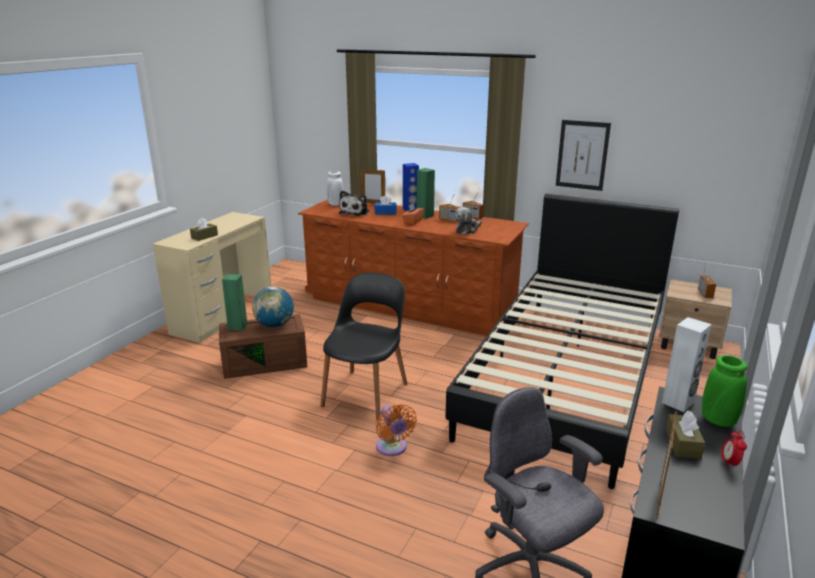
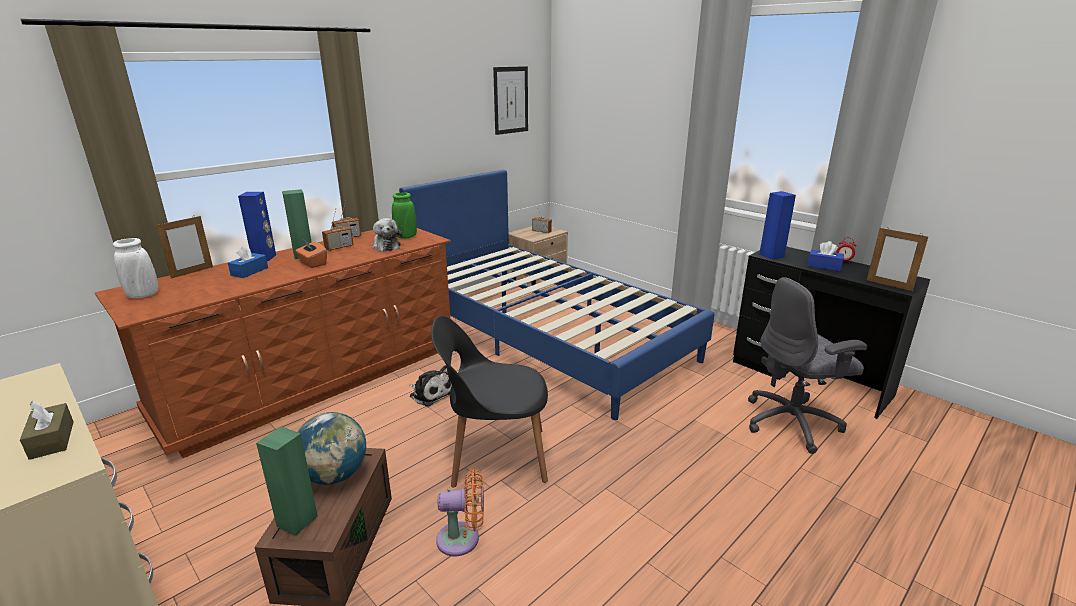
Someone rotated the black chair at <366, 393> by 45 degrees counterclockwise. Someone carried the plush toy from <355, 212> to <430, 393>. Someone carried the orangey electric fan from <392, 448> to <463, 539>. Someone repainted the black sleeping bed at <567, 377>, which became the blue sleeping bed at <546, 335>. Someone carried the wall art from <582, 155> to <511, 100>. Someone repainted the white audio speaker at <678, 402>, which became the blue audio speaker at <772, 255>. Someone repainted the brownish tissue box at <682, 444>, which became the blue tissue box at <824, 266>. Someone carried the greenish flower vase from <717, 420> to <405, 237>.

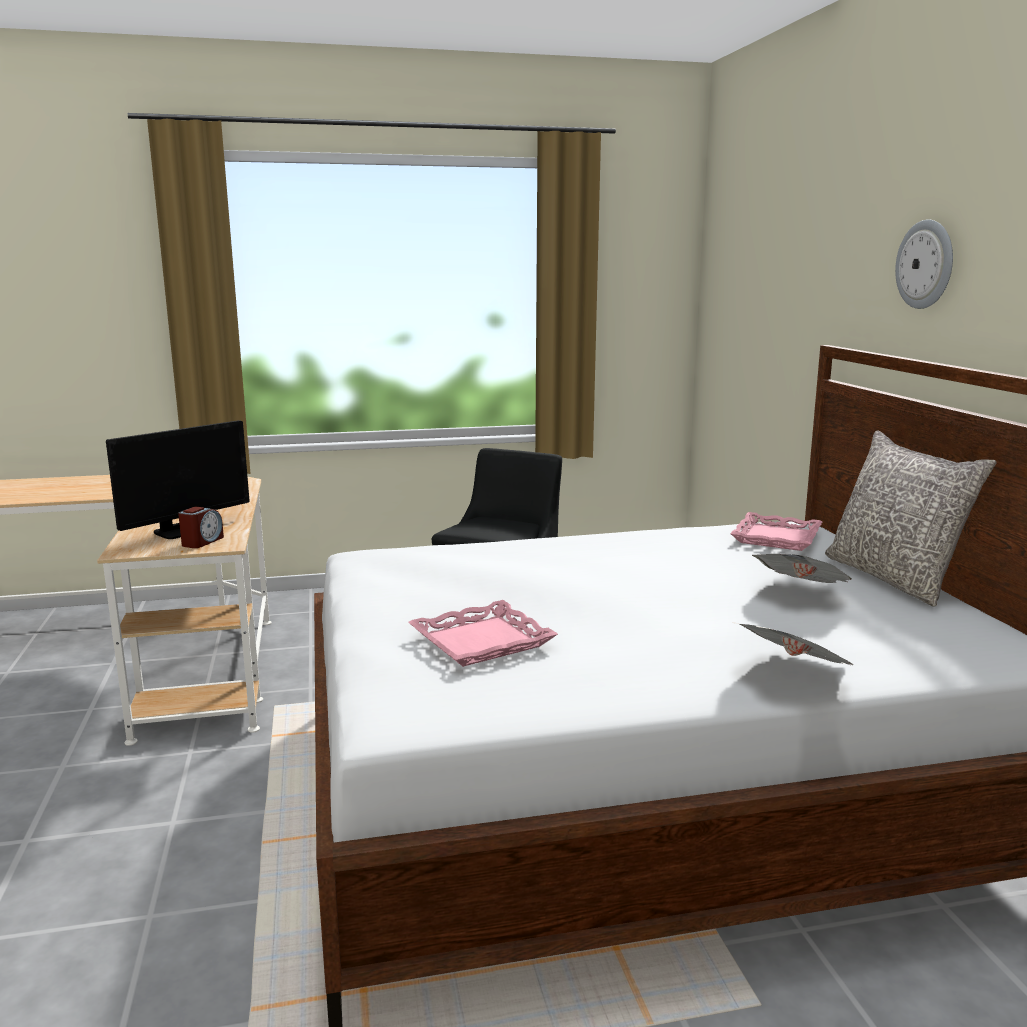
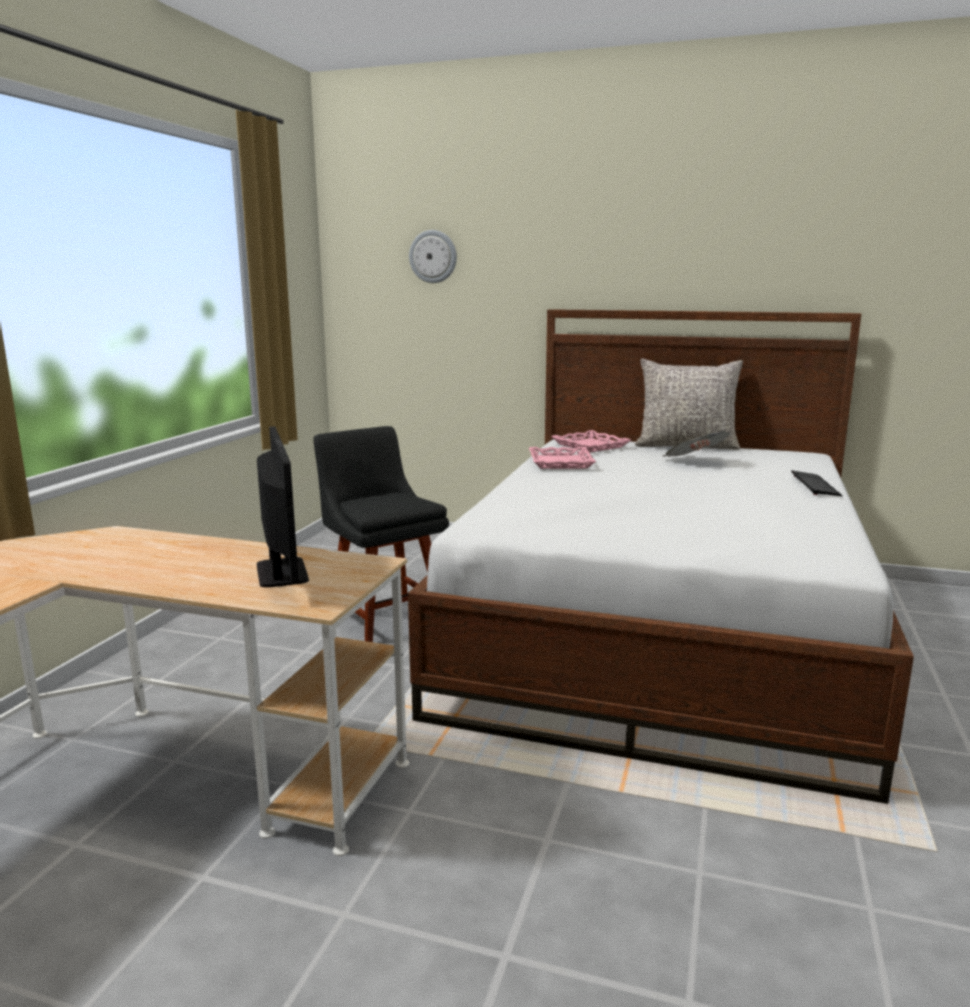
Someone took away the bedside clock at <202, 542>. Someone carried the pink serving tray from <481, 641> to <560, 463>. Someone swapped the newspaper at <794, 675> for the keyboard at <815, 485>. Someone carried the wall clock from <925, 264> to <433, 256>.

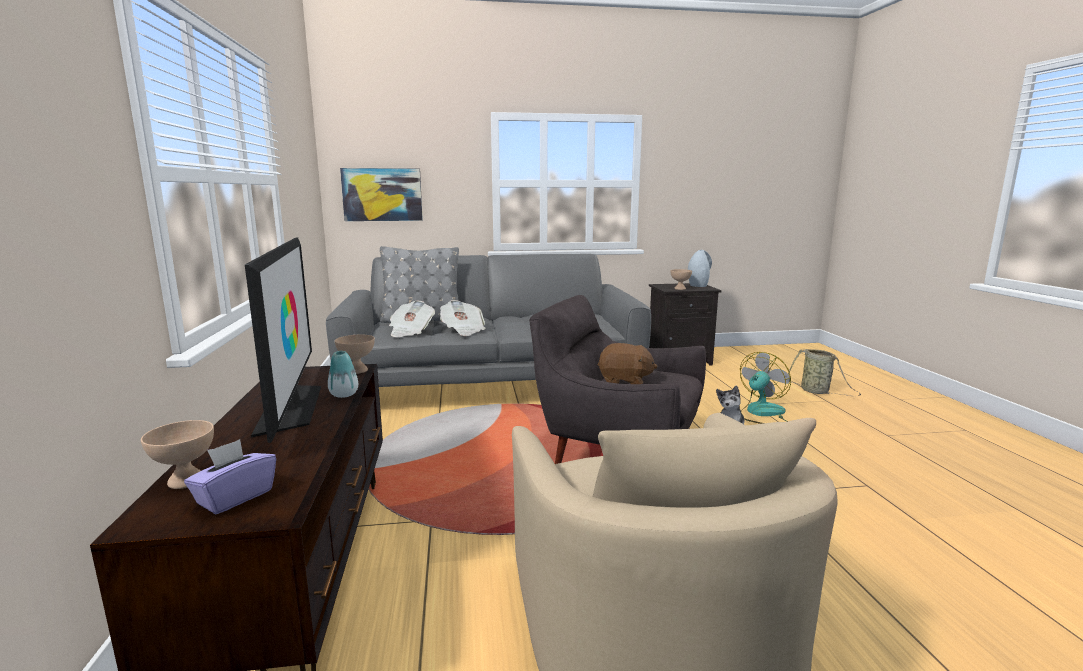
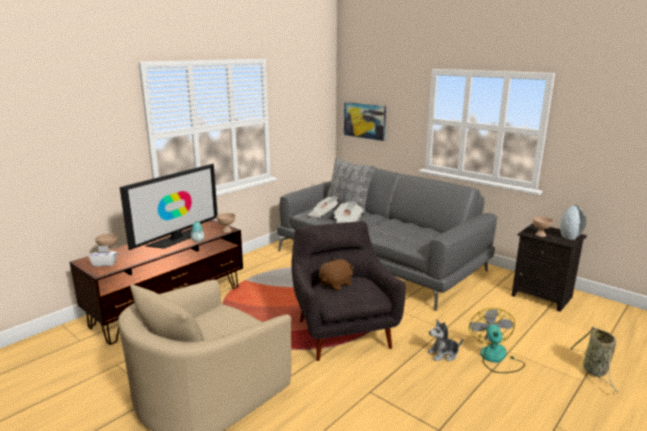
Someone repainted the purple-coloured tissue box at <235, 497>, which became the white tissue box at <105, 264>. Someone rotated the brownish plush toy at <625, 382> by 105 degrees counterclockwise. Someone rotated the electric fan at <761, 413> by 90 degrees counterclockwise.

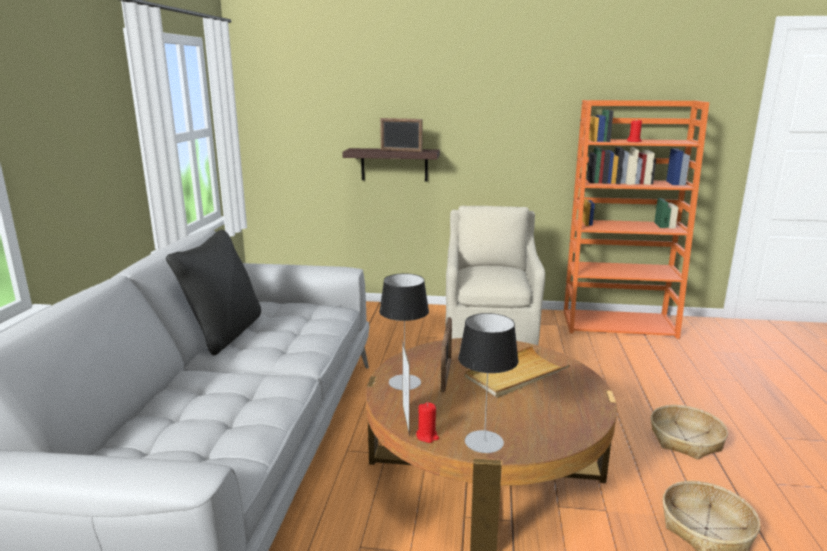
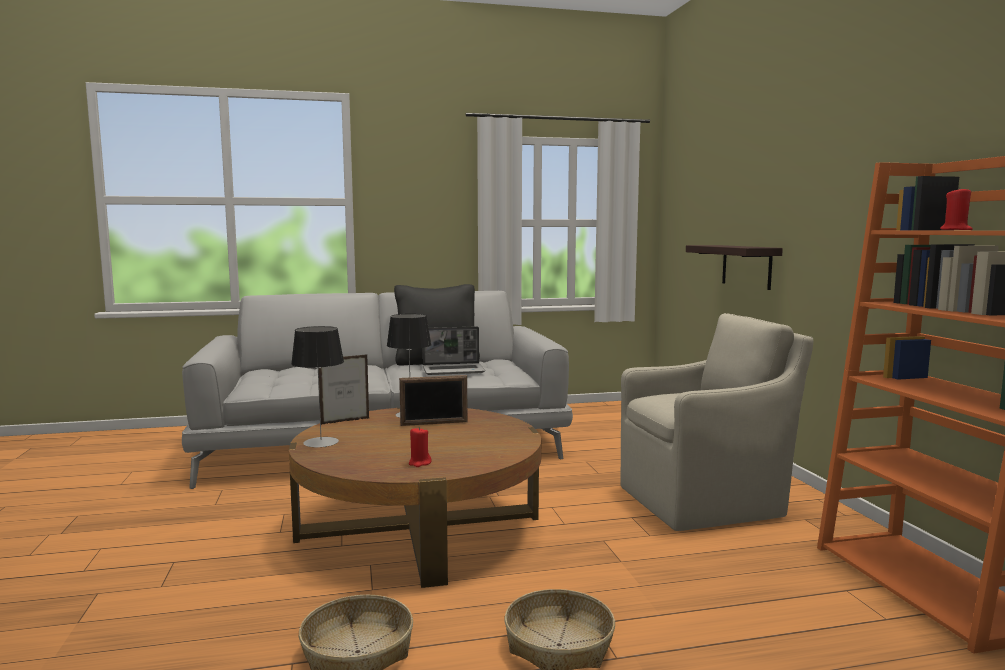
Someone took away the picture frame at <401, 151>. Someone carried the reddish wax candle from <427, 436> to <419, 463>. Someone took away the sand-coloured serving tray at <515, 375>. Someone put down the laptop at <454, 370>.

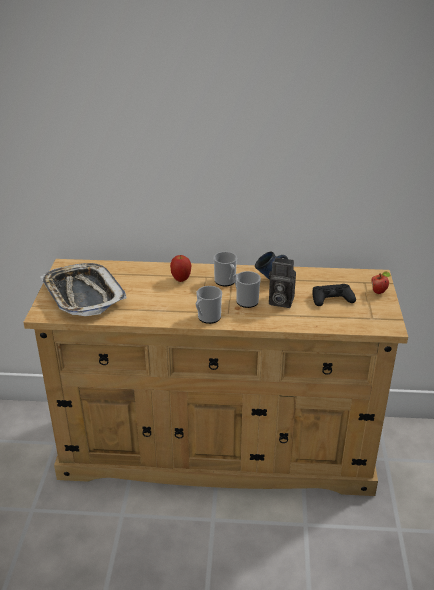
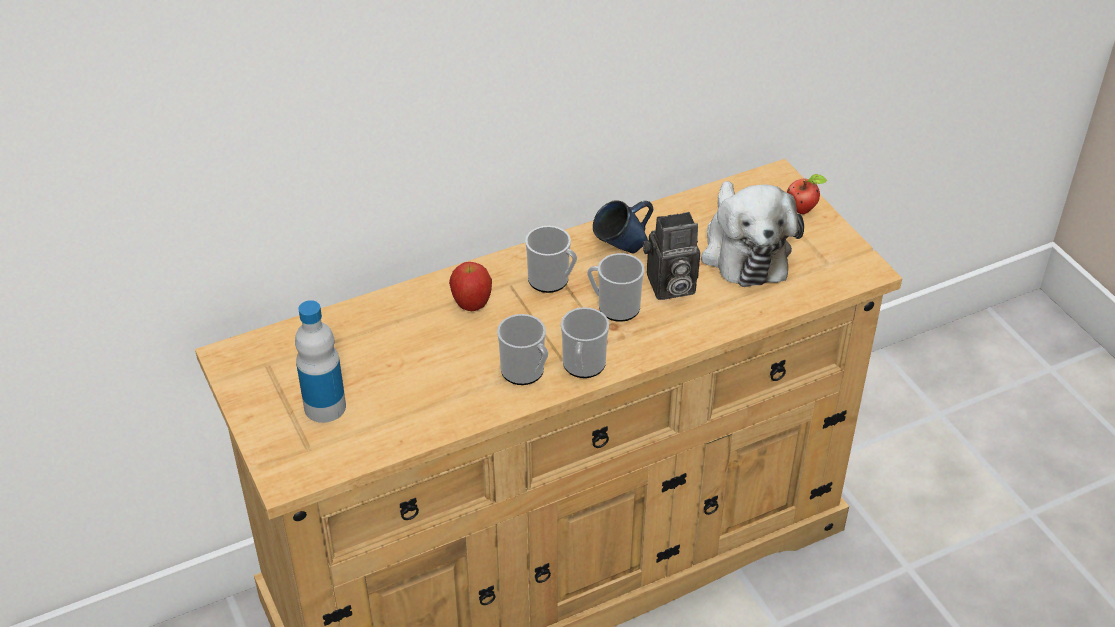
Someone swapped the serving tray at <83, 294> for the bottle at <325, 407>. Someone swapped the black gamepad at <332, 299> for the plush toy at <744, 250>. Someone put down the mug at <526, 372>.

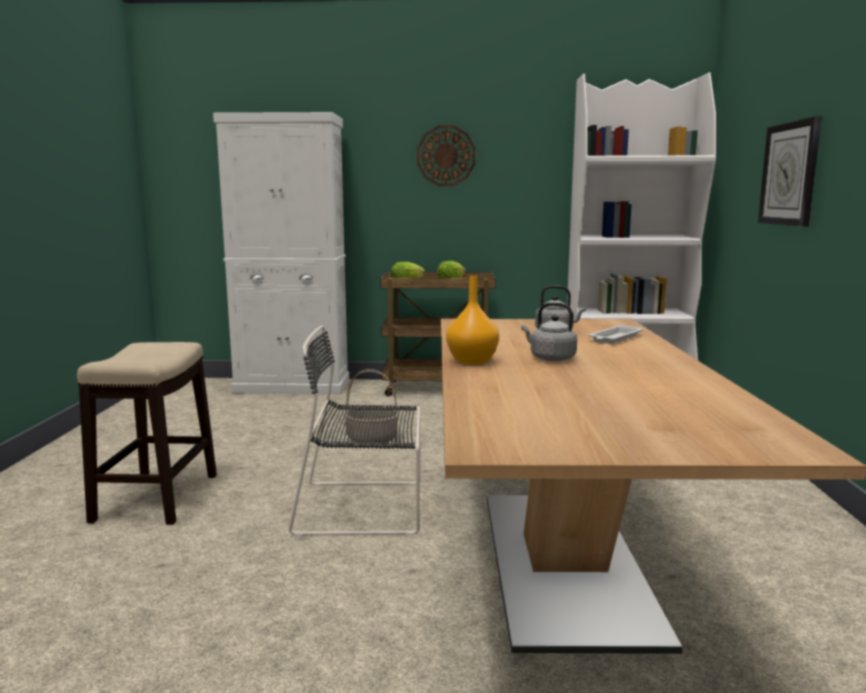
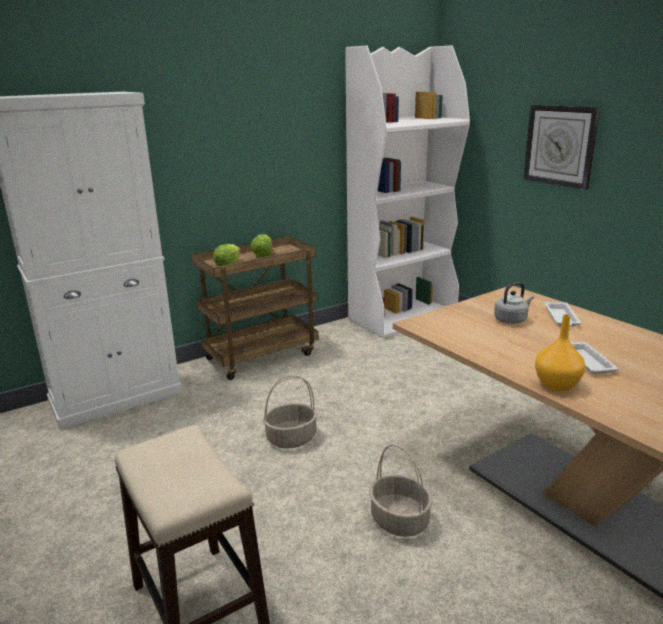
Someone swapped the black chair at <365, 507> for the household basket at <398, 520>. Someone took away the wall clock at <446, 156>. Someone swapped the gray water kettle at <550, 358> for the white serving tray at <587, 361>.

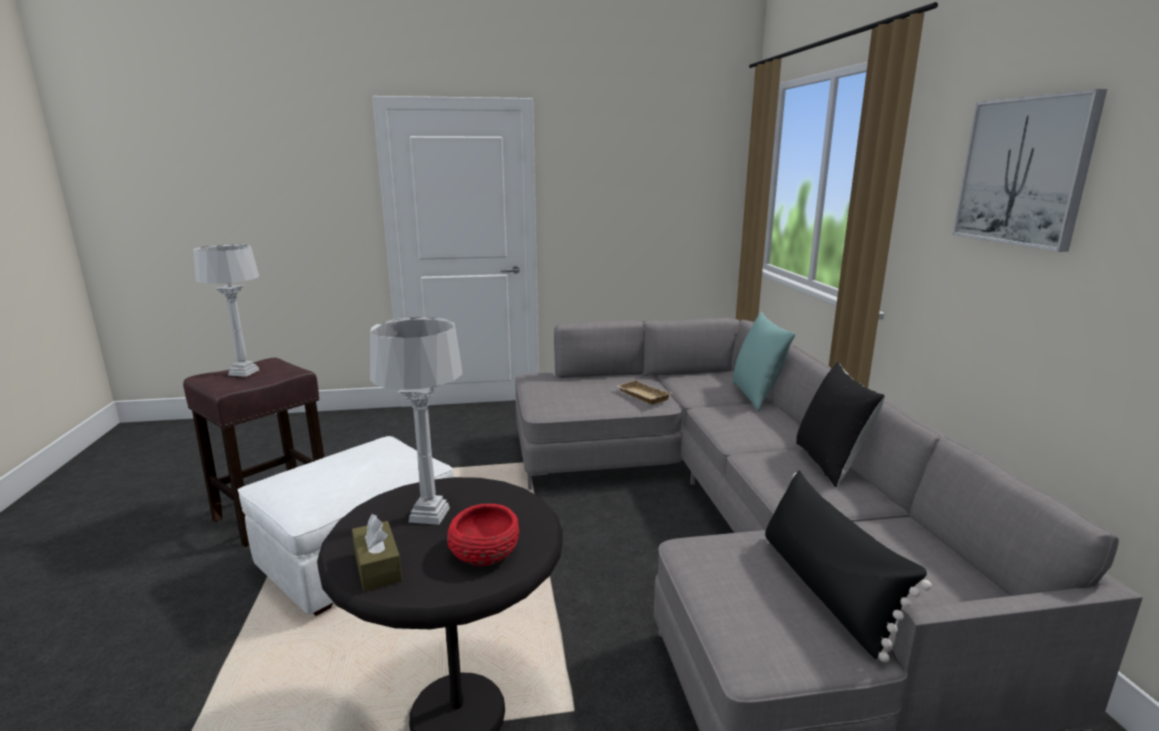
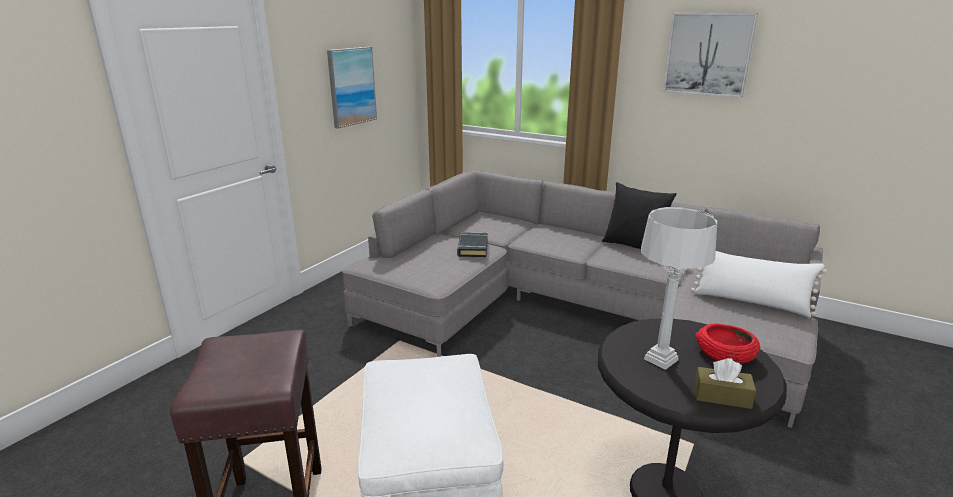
Someone took away the gray tabletop lamp at <244, 372>. Someone swapped the sand-coloured serving tray at <641, 396> for the black book at <472, 248>. Someone took away the turquoise pillow at <756, 396>. Someone repainted the black pillow at <825, 589>, which became the white pillow at <751, 302>. Someone put up the wall art at <351, 86>.

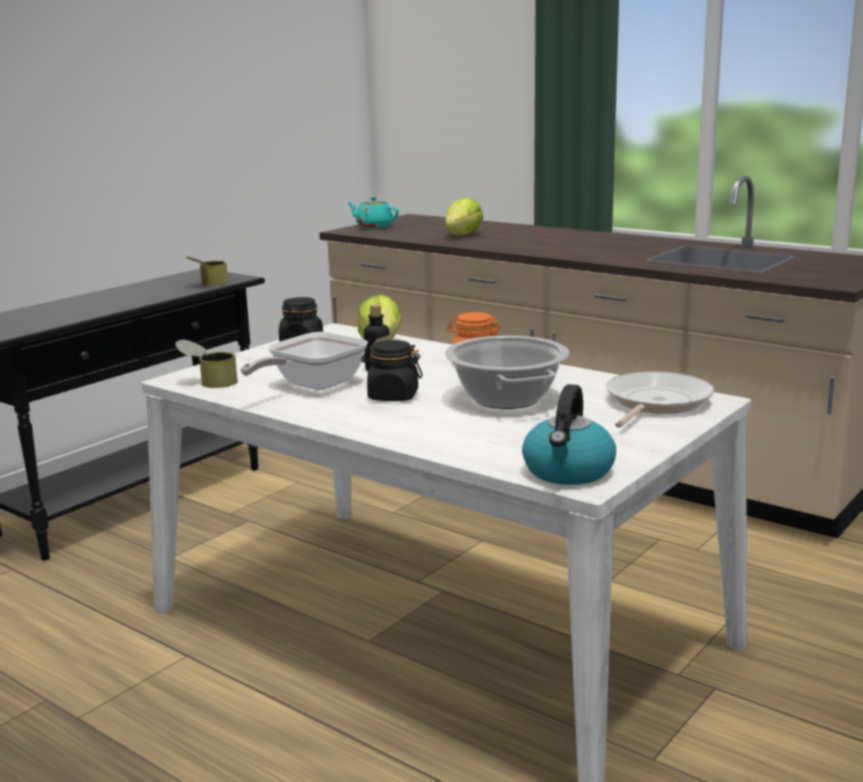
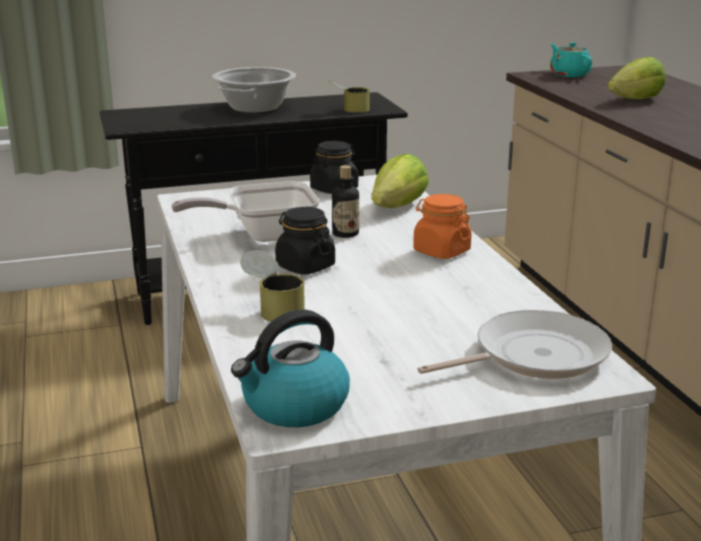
Someone carried the metal can from <209, 382> to <274, 309>. Someone carried the cooking pot from <507, 398> to <255, 108>.

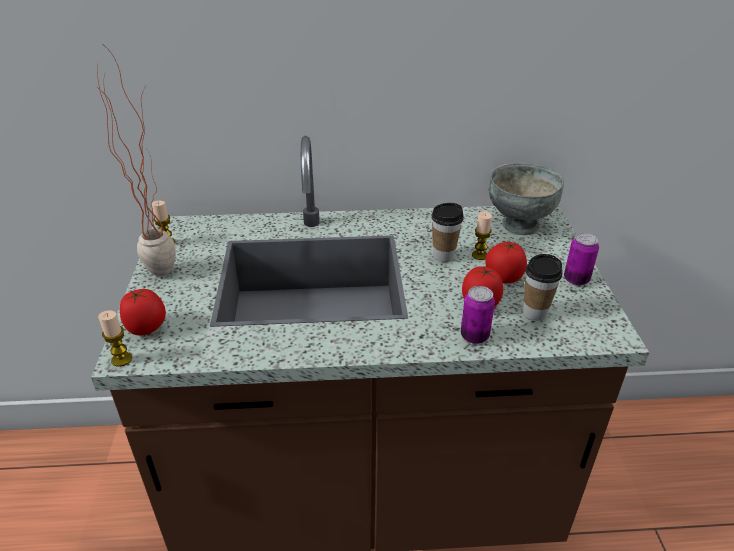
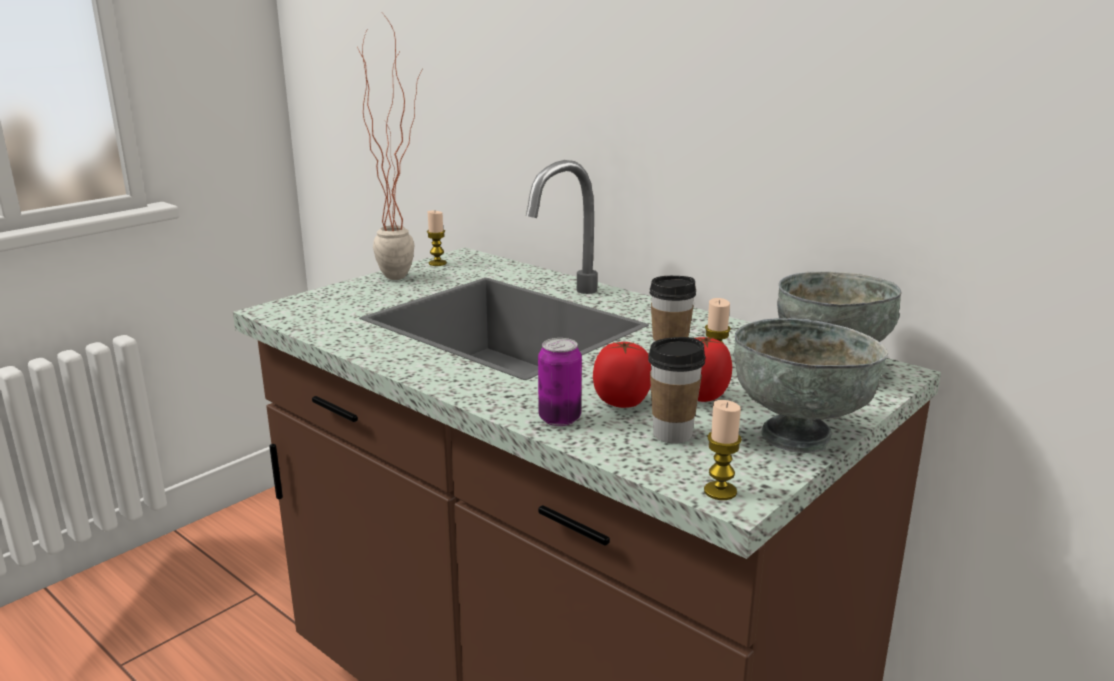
Someone carried the wax candle from <121, 359> to <720, 491>. Someone took away the whole tomato at <147, 328>. Someone swapped the metal can at <576, 279> for the gray deep dish at <798, 435>.

